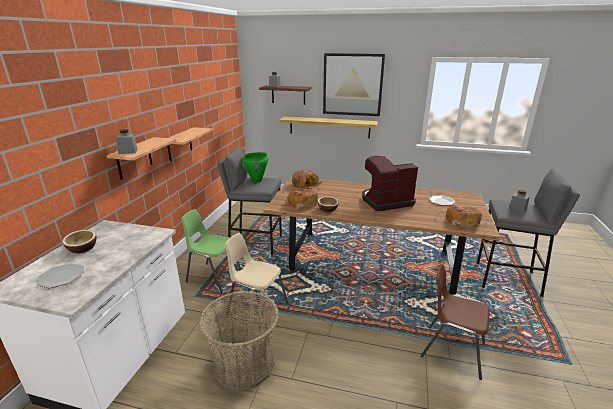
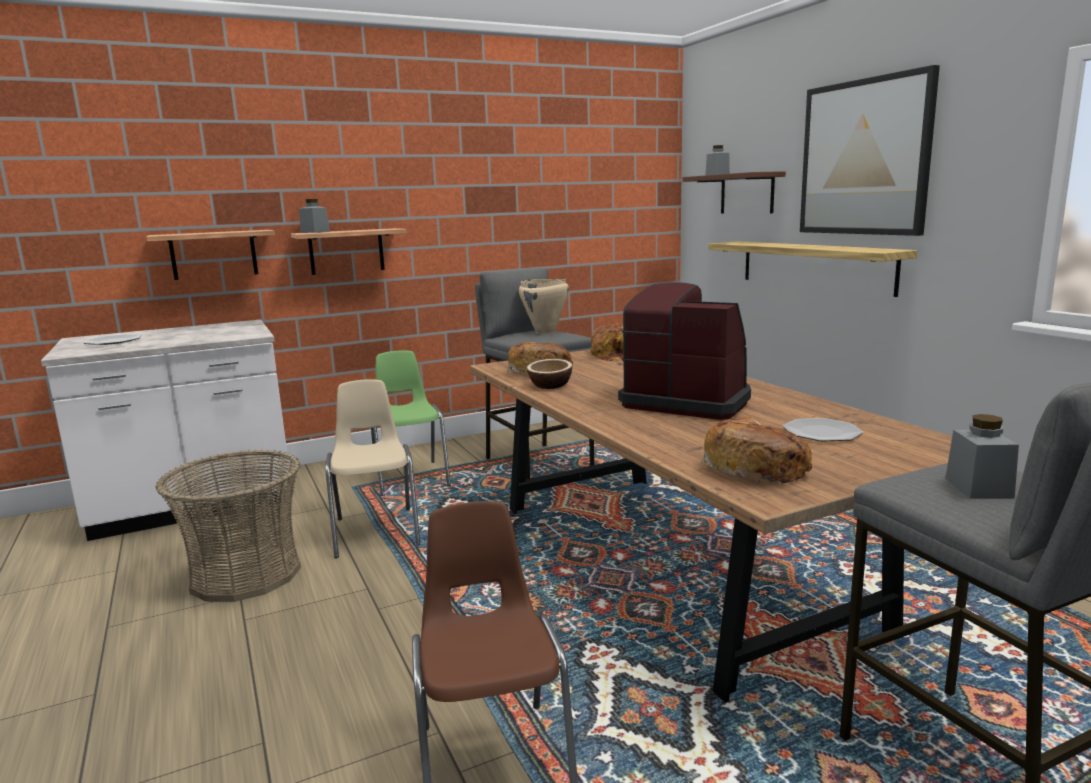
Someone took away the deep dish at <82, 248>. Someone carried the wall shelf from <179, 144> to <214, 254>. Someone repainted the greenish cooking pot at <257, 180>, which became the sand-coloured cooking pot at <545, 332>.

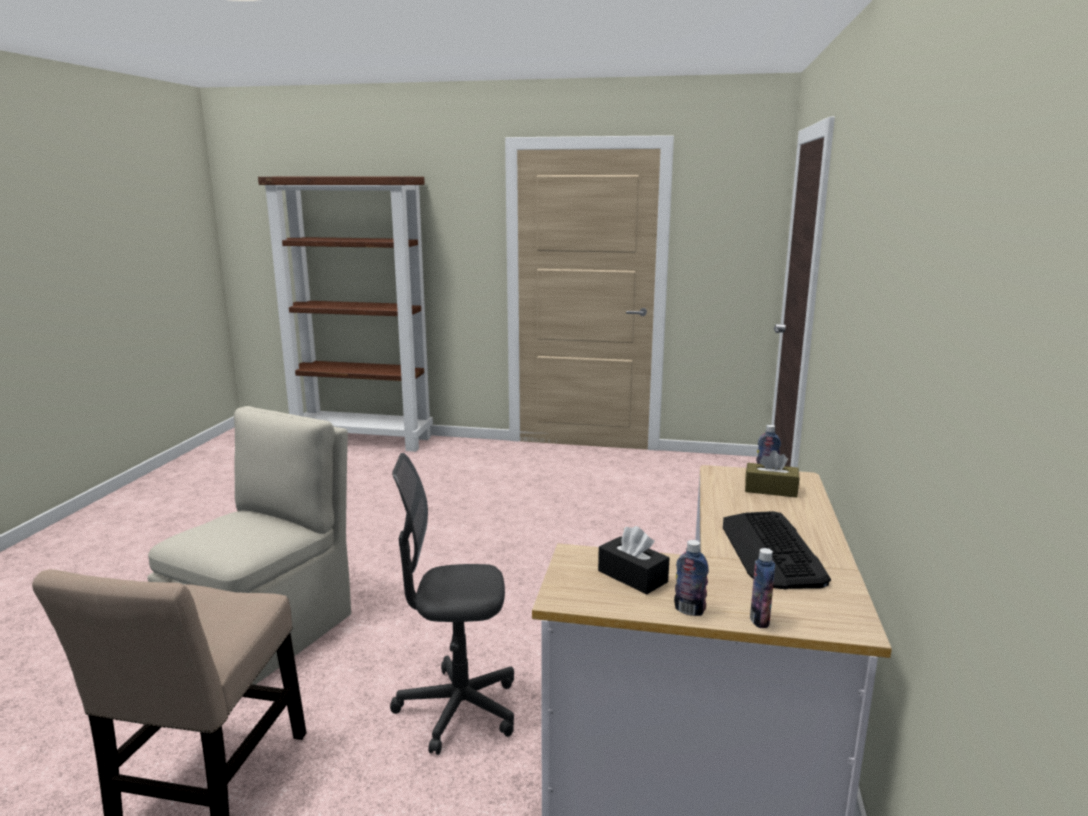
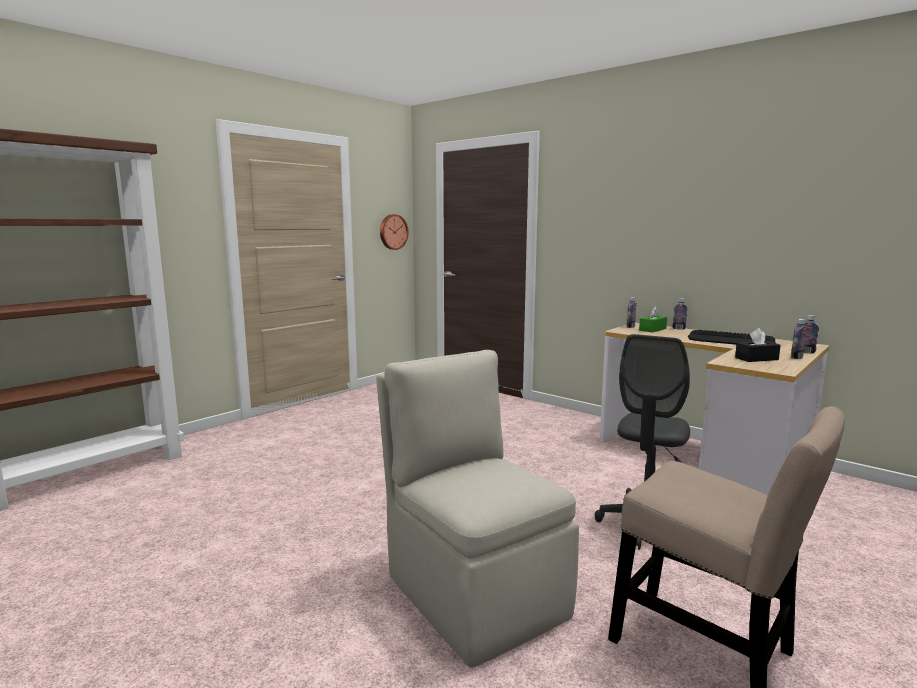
Someone repainted the brownish tissue box at <770, 489>, which became the greenish tissue box at <652, 329>. Someone put up the wall clock at <392, 232>. Someone put down the bottle at <678, 328>.

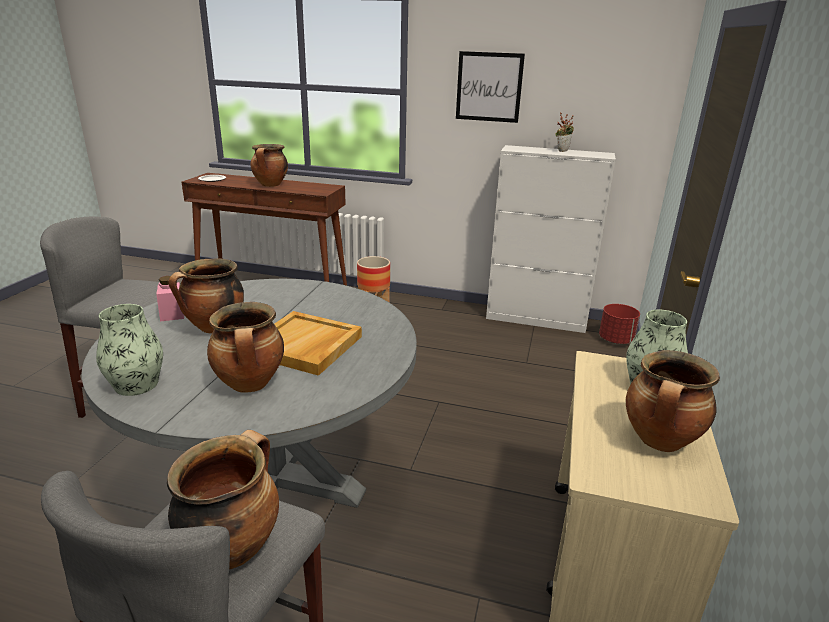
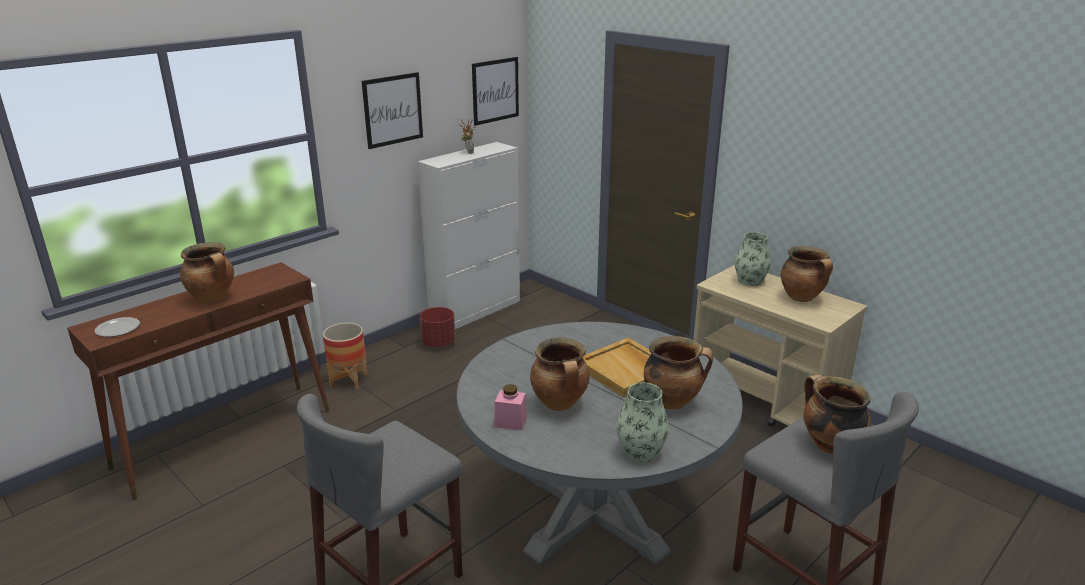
Someone carried the reddish plant pot from <615, 340> to <438, 343>. Someone put up the wall art at <495, 90>.

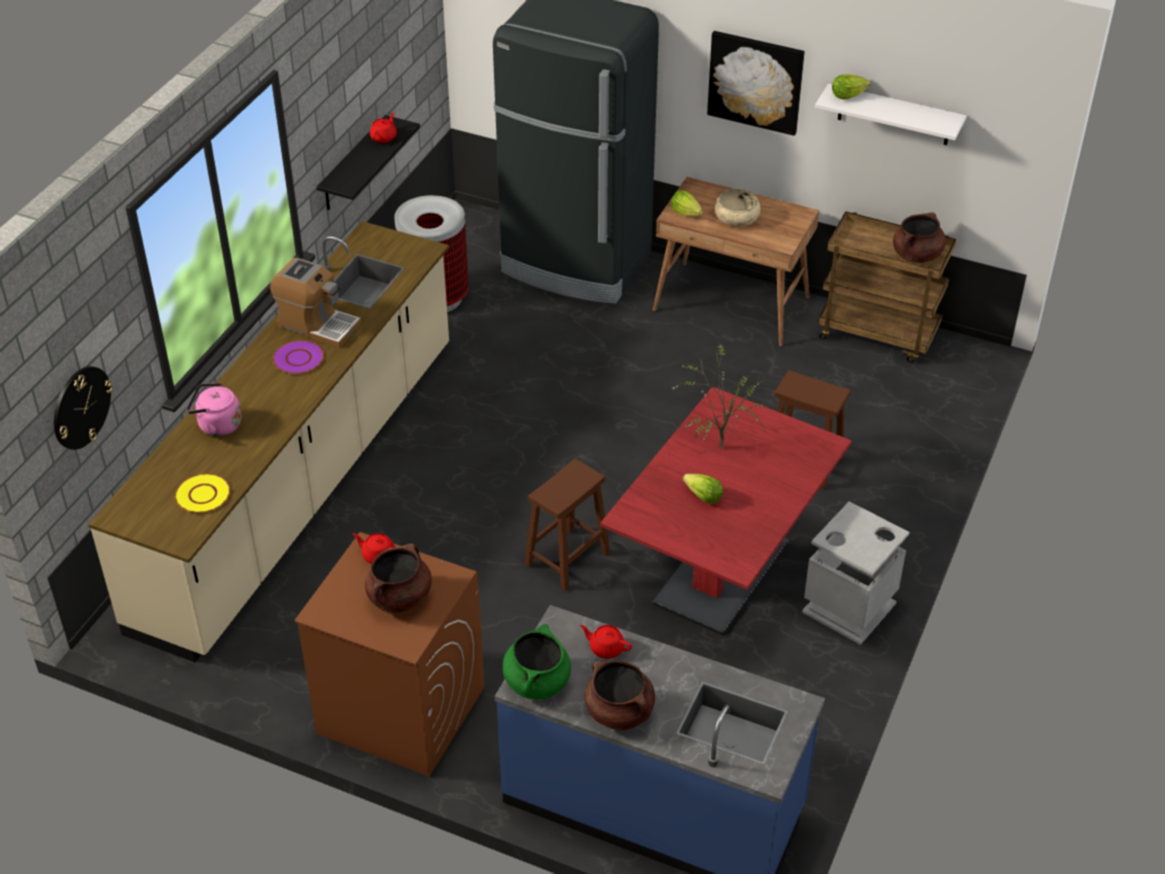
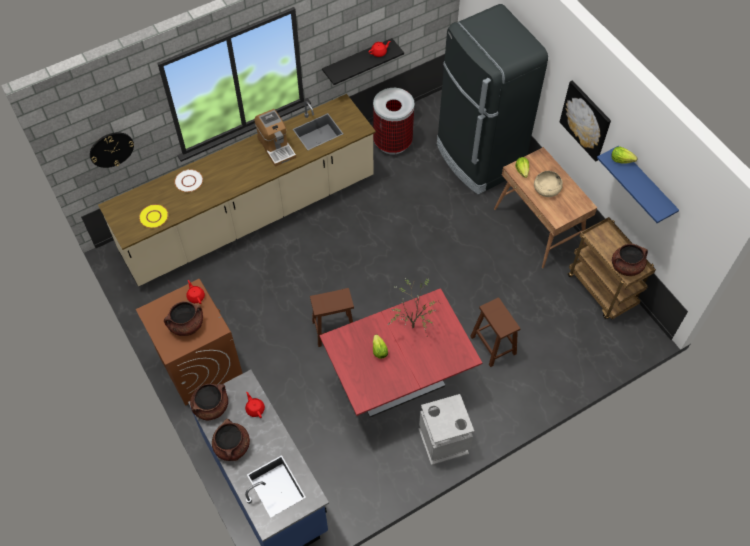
Someone swapped the pink water kettle at <217, 425> for the white flat dish at <188, 181>. Someone took away the purple-coloured flat dish at <298, 358>. Someone repainted the greenish cooking pot at <537, 681>, which became the brownish cooking pot at <211, 406>. Someone repainted the white wall shelf at <894, 115>, which became the blue wall shelf at <645, 184>.

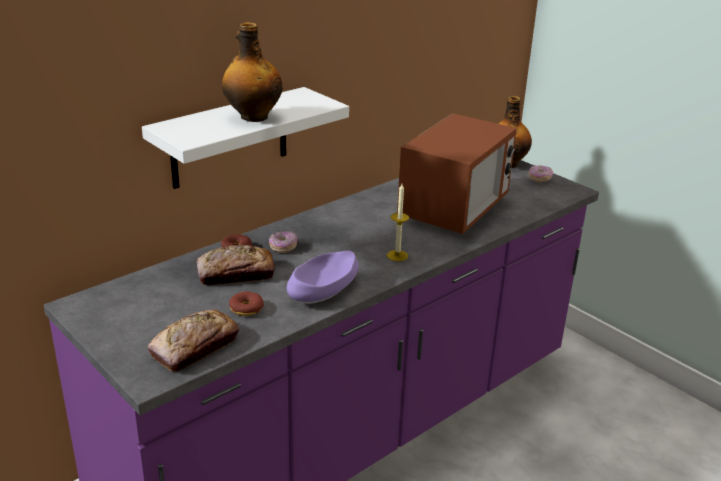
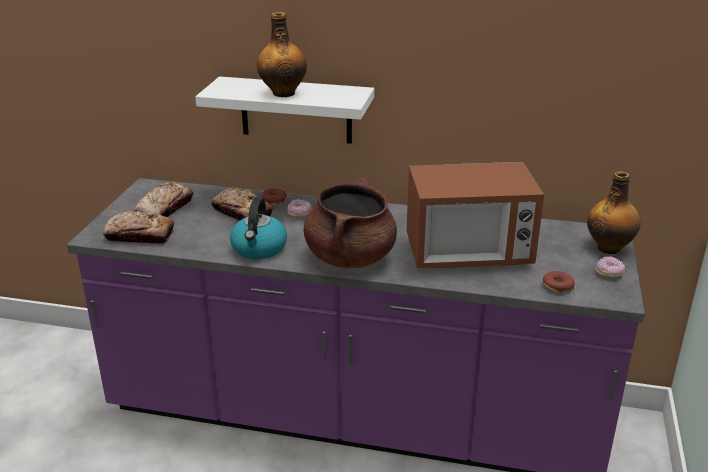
Someone carried the doughnut from <246, 309> to <557, 286>. Someone swapped the purple-coloured deep dish at <323, 291> for the water kettle at <259, 249>. Someone swapped the wax candle at <397, 255> for the brownish cooking pot at <350, 257>. Someone put down the bakery bread at <165, 208>.

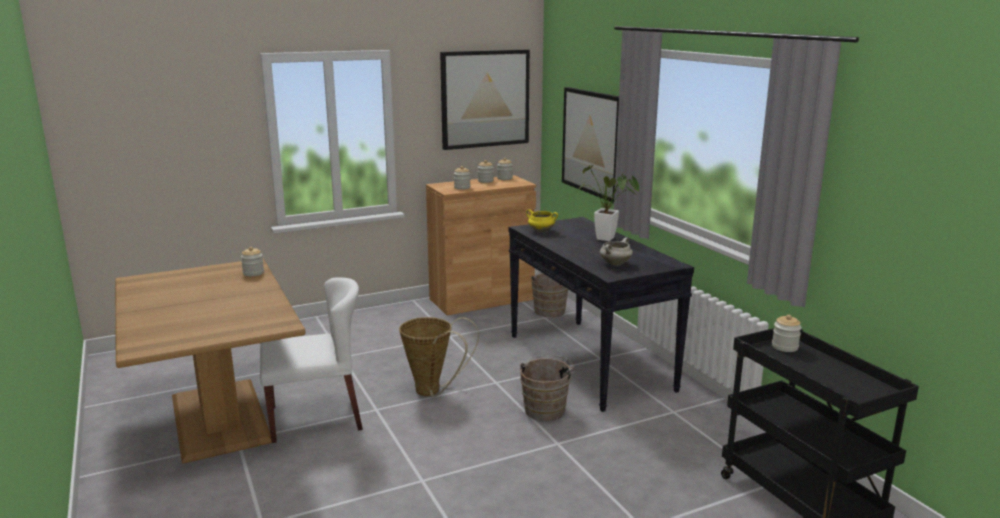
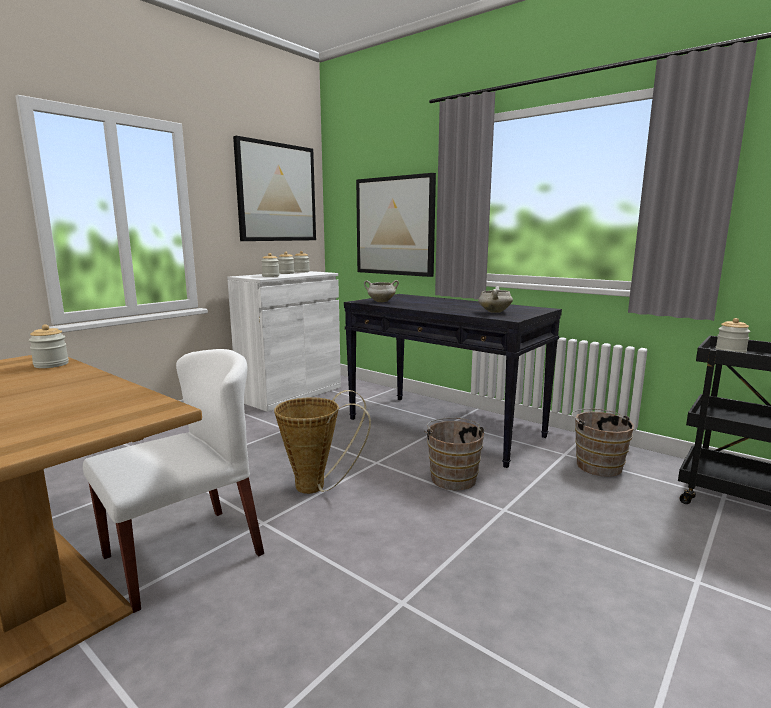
Someone repainted the brownish cabinet at <481, 299>, which became the white cabinet at <290, 394>. Someone repainted the yellowish cooking pot at <541, 231>, which became the white cooking pot at <381, 302>. Someone carried the brownish bucket from <550, 310> to <597, 465>. Someone took away the plant in a pot at <609, 239>.

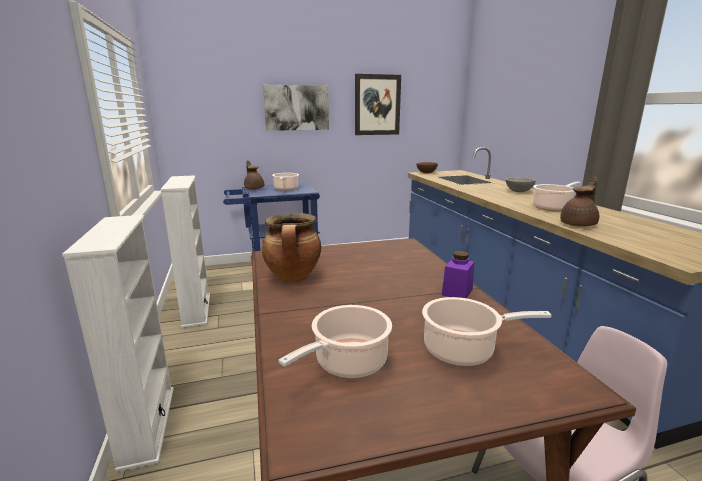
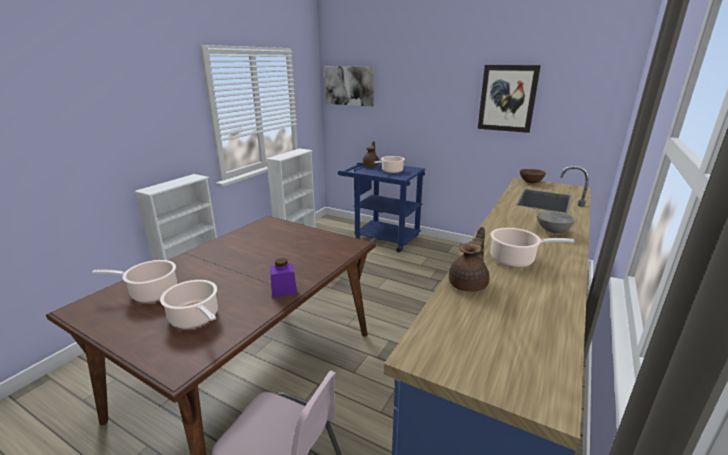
Someone took away the cooking pot at <293, 278>. Someone carried the wall art from <296, 108> to <349, 85>. Someone rotated the brownish teapot at <579, 224> by 60 degrees counterclockwise.

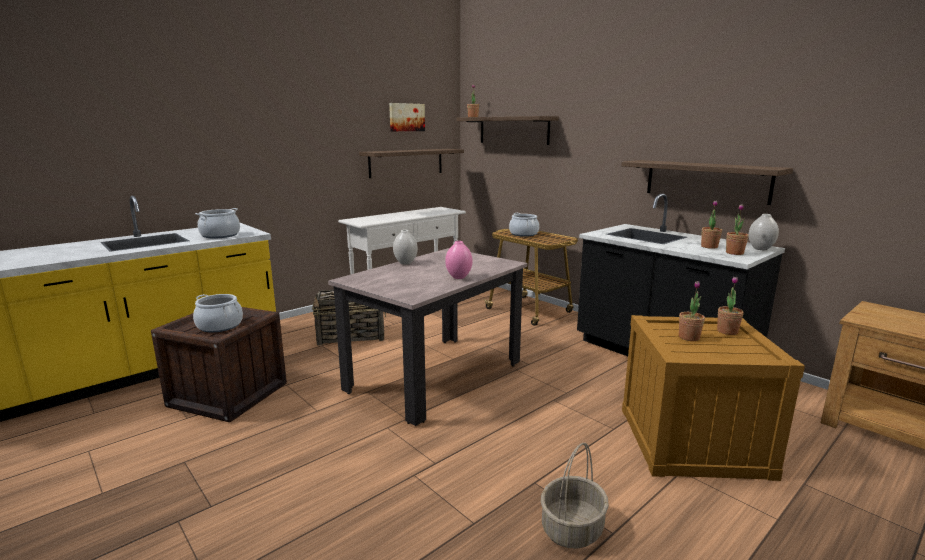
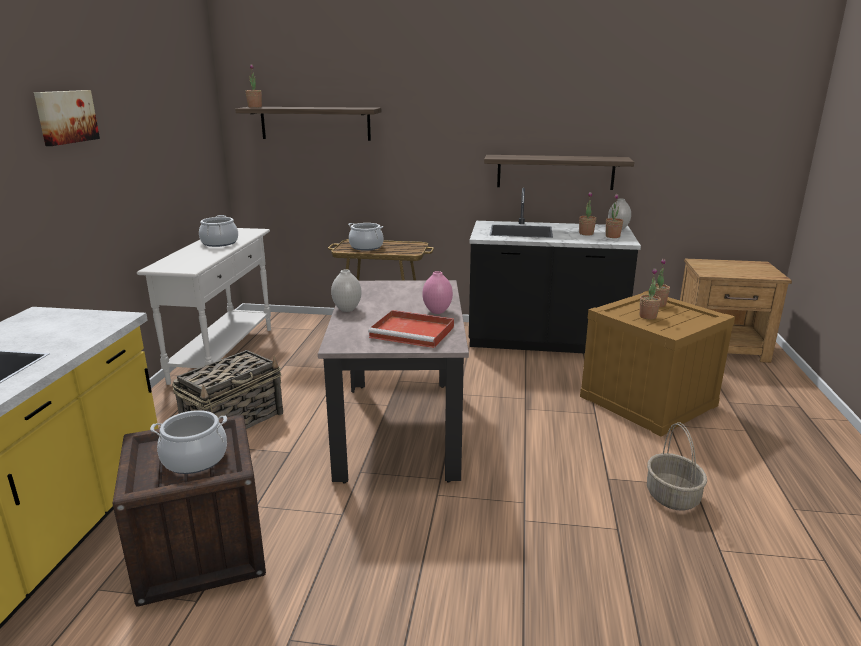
Someone carried the cooking pot from <220, 235> to <220, 243>. Someone took away the wall shelf at <406, 162>. Someone carried the wall art from <406, 117> to <65, 117>. Someone put down the reddish serving tray at <414, 332>.

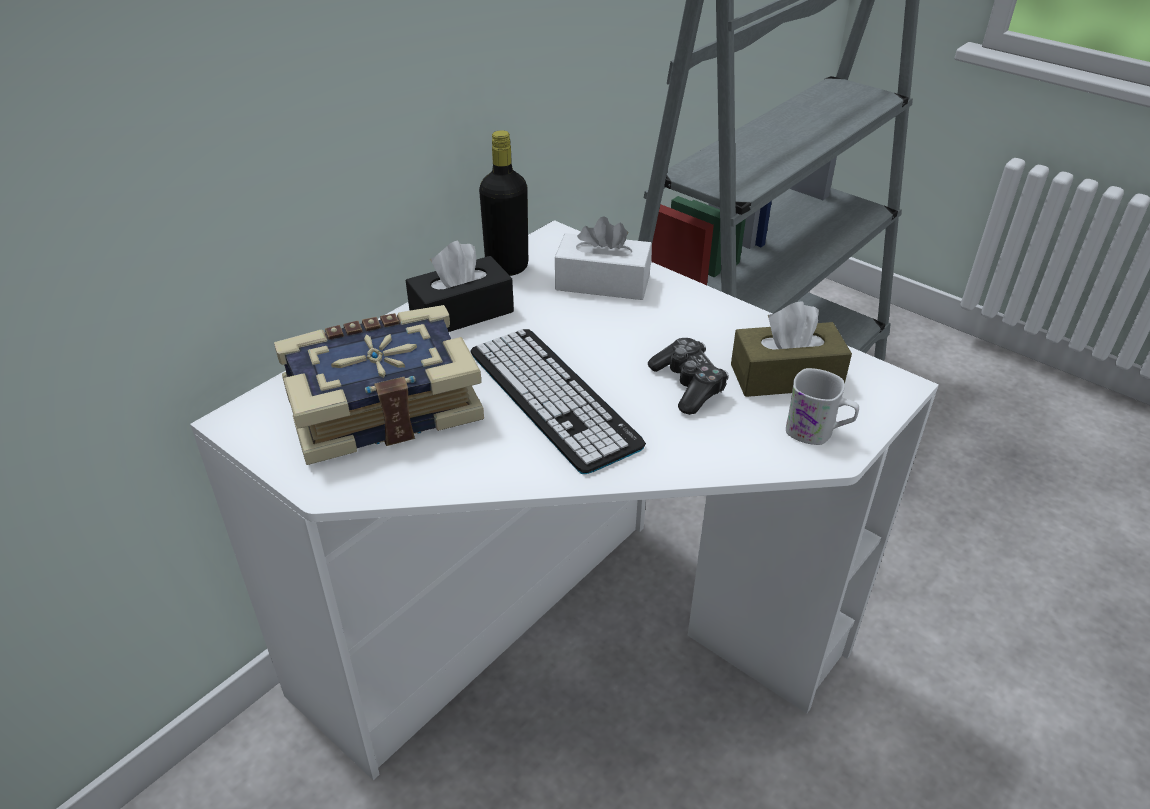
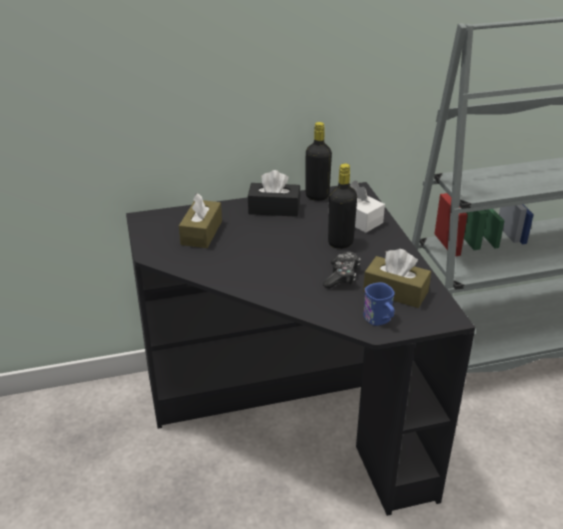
Someone repainted the white desk table at <567, 638>, which became the black desk table at <292, 416>. Someone swapped the book at <381, 404> for the brownish tissue box at <201, 233>. Someone took away the keyboard at <552, 398>. Someone repainted the white mug at <817, 432>, which became the blue mug at <379, 320>. Someone put down the black bottle at <340, 243>.

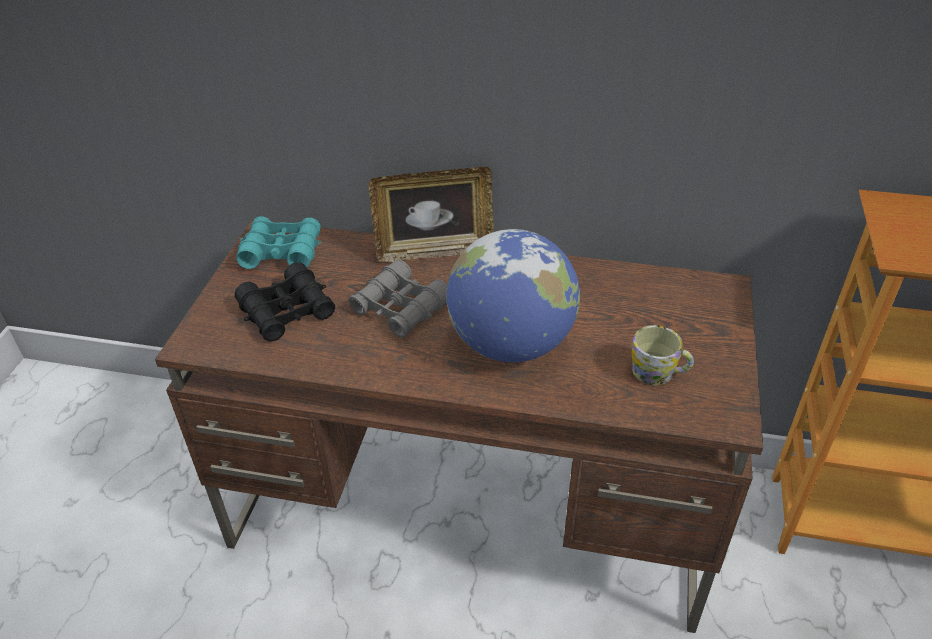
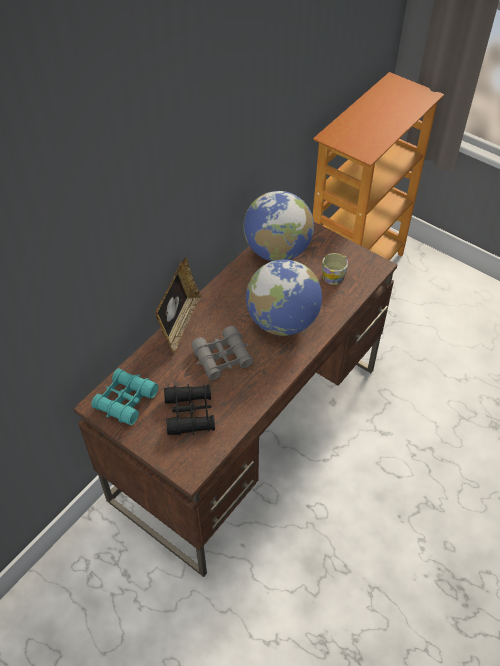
Someone put down the desk globe at <277, 251>.

